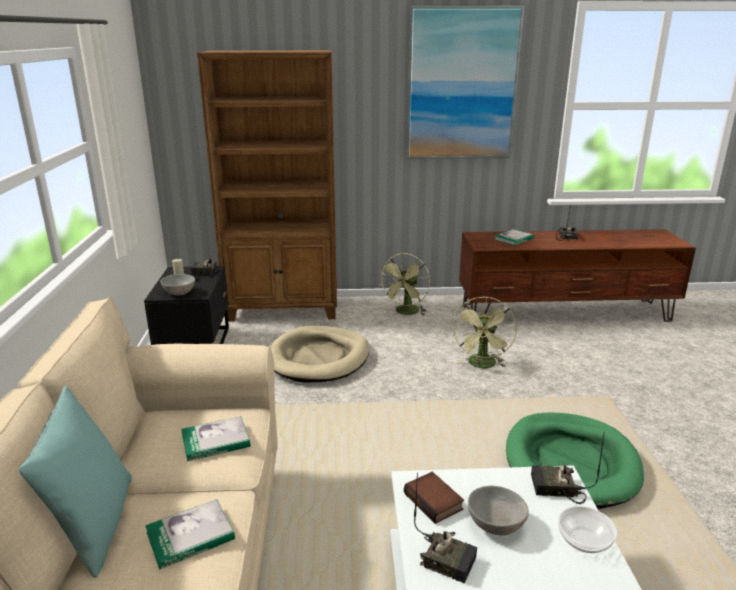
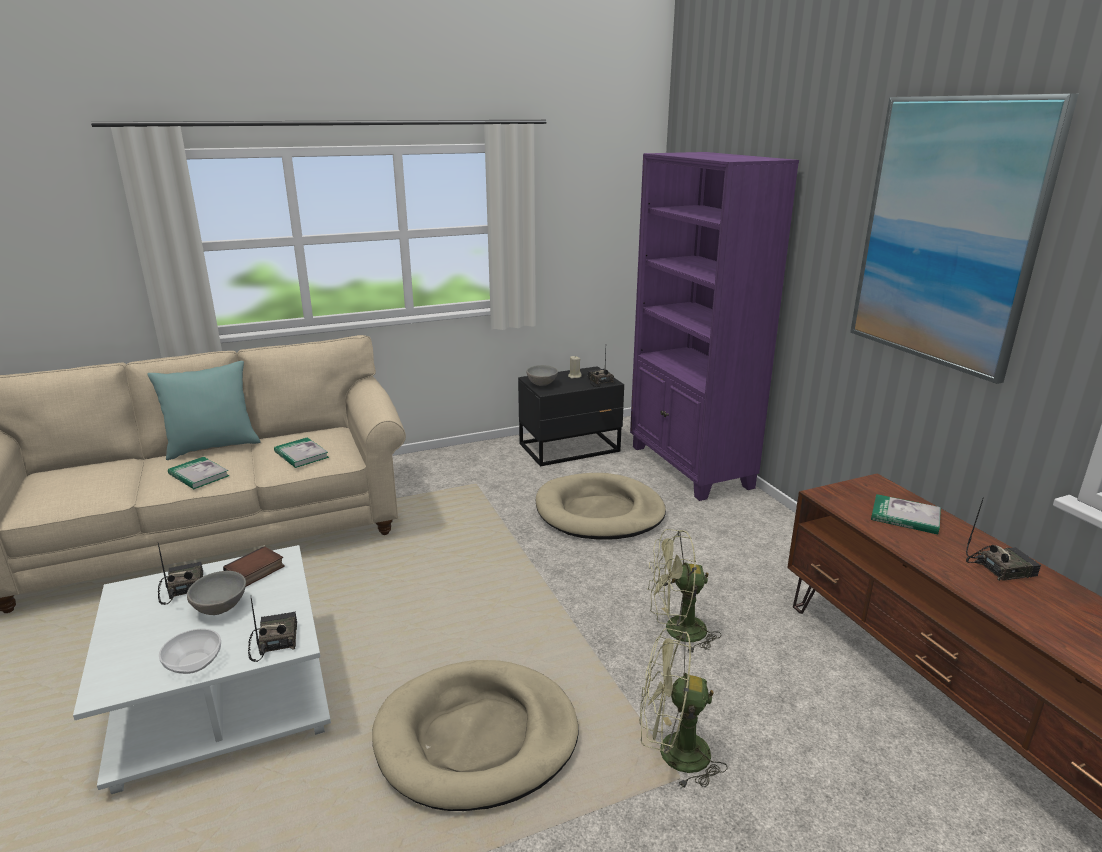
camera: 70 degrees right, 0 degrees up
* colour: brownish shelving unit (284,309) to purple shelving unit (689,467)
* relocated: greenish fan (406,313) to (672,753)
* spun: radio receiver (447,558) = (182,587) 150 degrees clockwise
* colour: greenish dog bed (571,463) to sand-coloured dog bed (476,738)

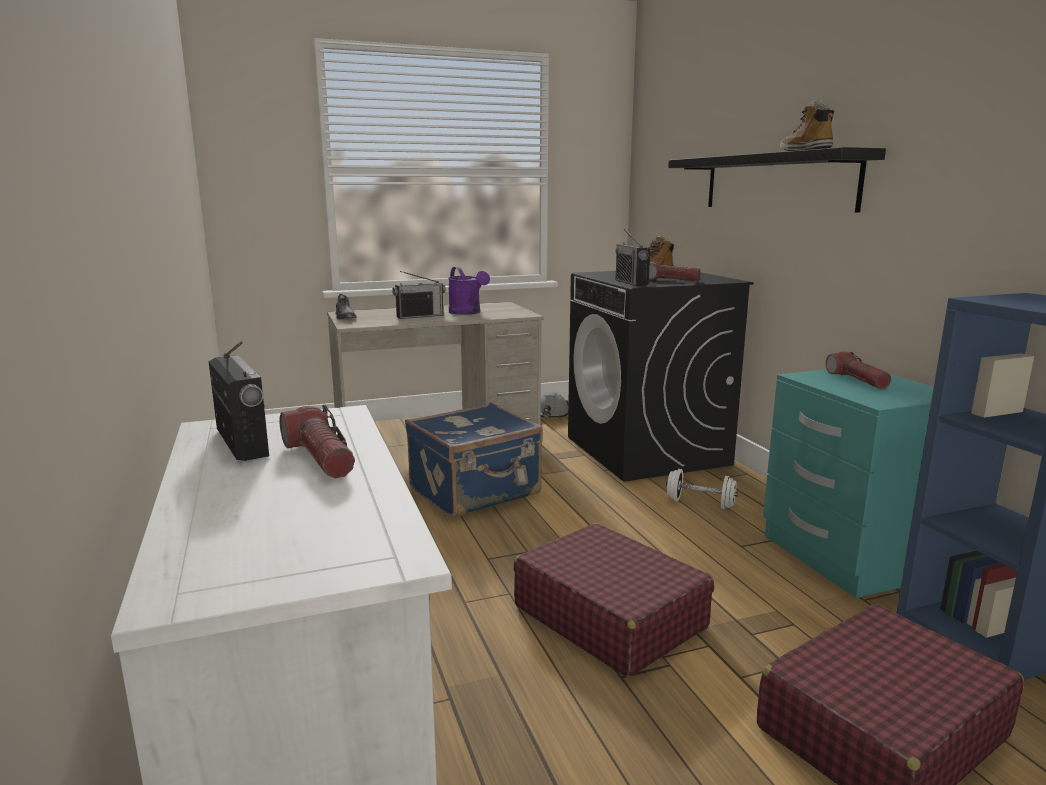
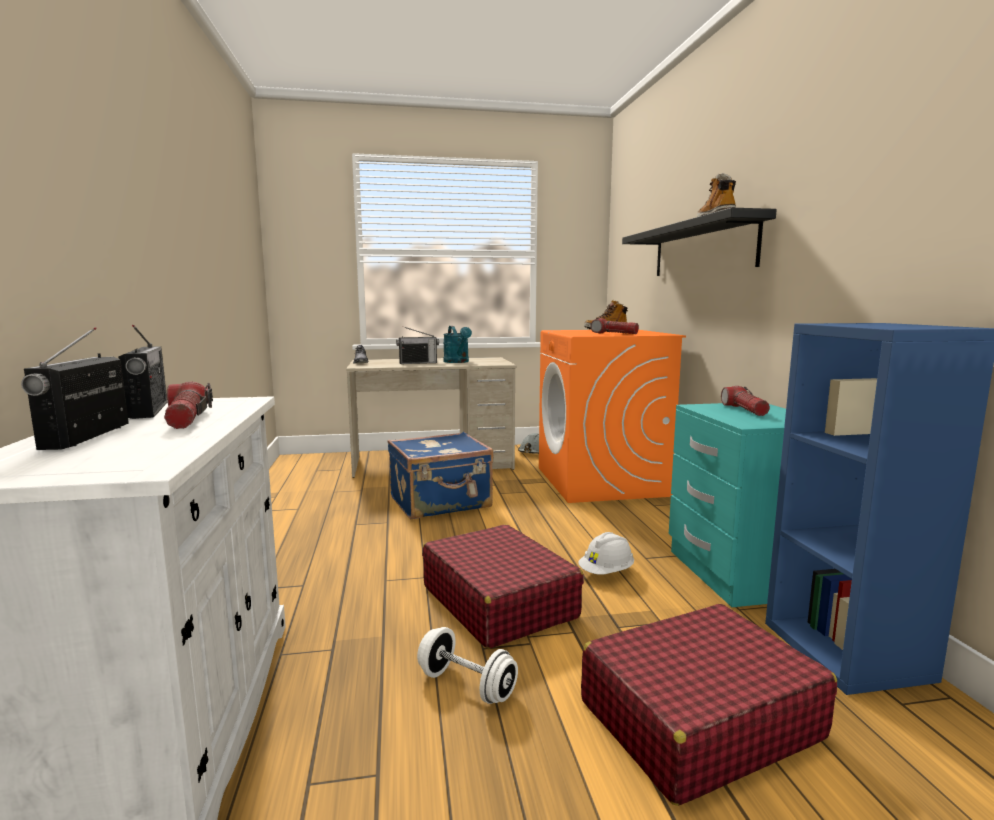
camera: 10 degrees right, 5 degrees down
* colour: purple watering pot (467,313) to turquoise watering pot (458,362)
* colour: black-coloured laundry appliance (647,451) to orange laundry appliance (601,482)
* relocated: radio receiver (631,282) to (86,436)
* relocated: whitish hand weight (700,503) to (466,685)
* appeared: whitish work helmet (606,573)

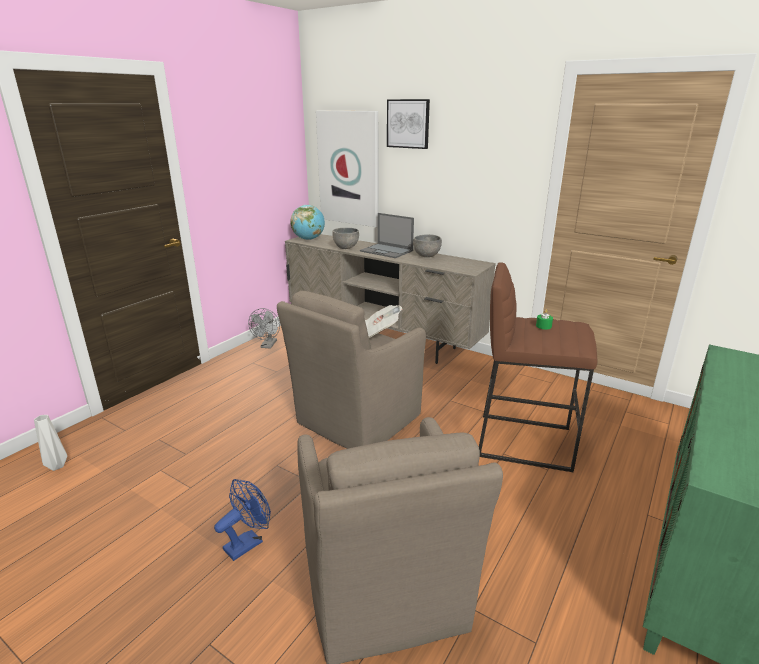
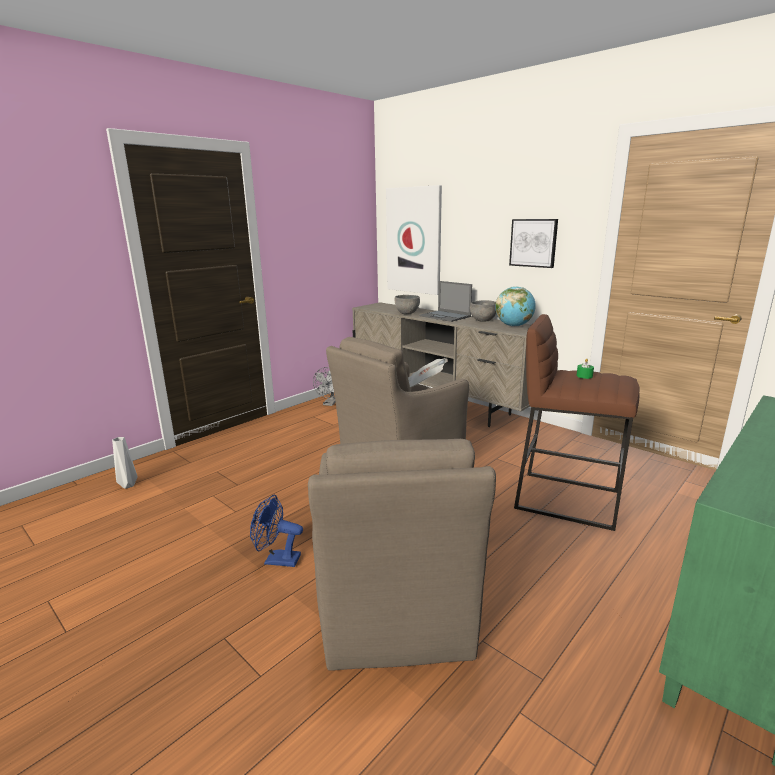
camera: 10 degrees right, 5 degrees down
* spun: blue fan (248,542) = (277,560) 135 degrees counterclockwise
* relocated: world globe (308,239) to (514,326)
* relocated: wall picture (408,124) to (533,243)

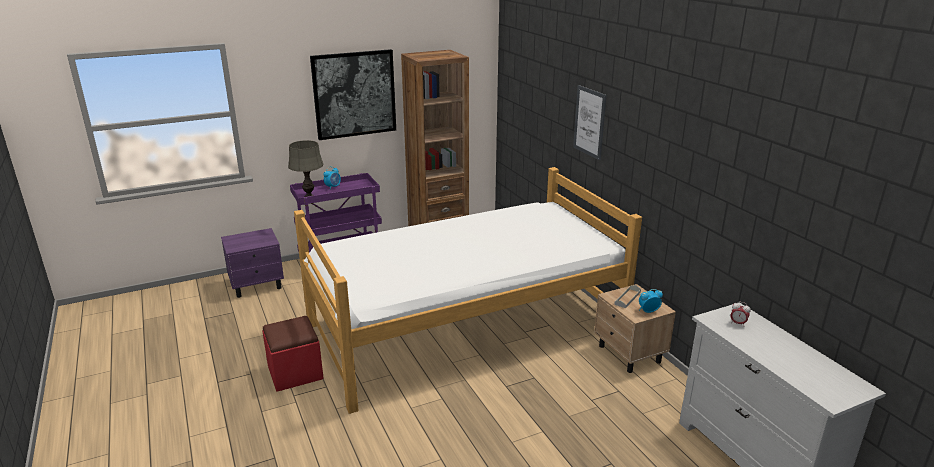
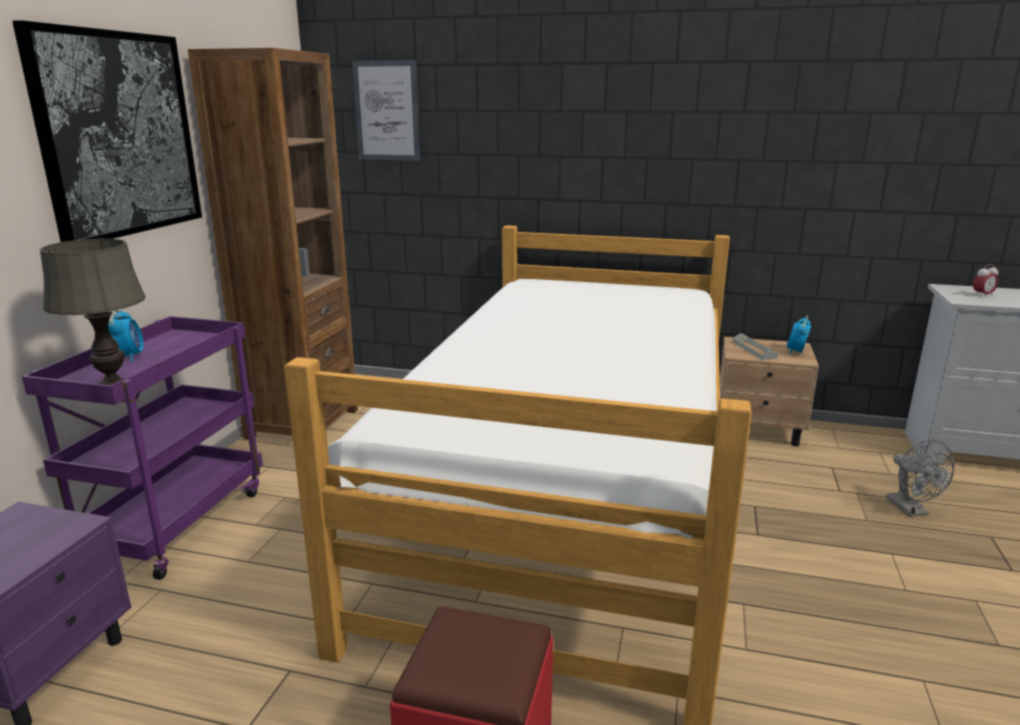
camera: 50 degrees left, 5 degrees down
* relocated: wall picture (589,122) to (387,111)
* appeared: greyish fan (911,510)

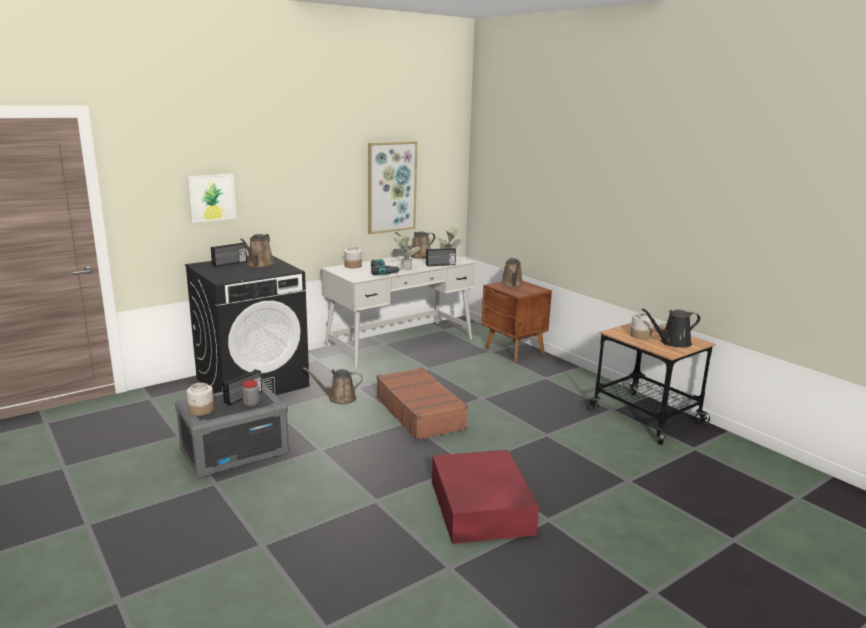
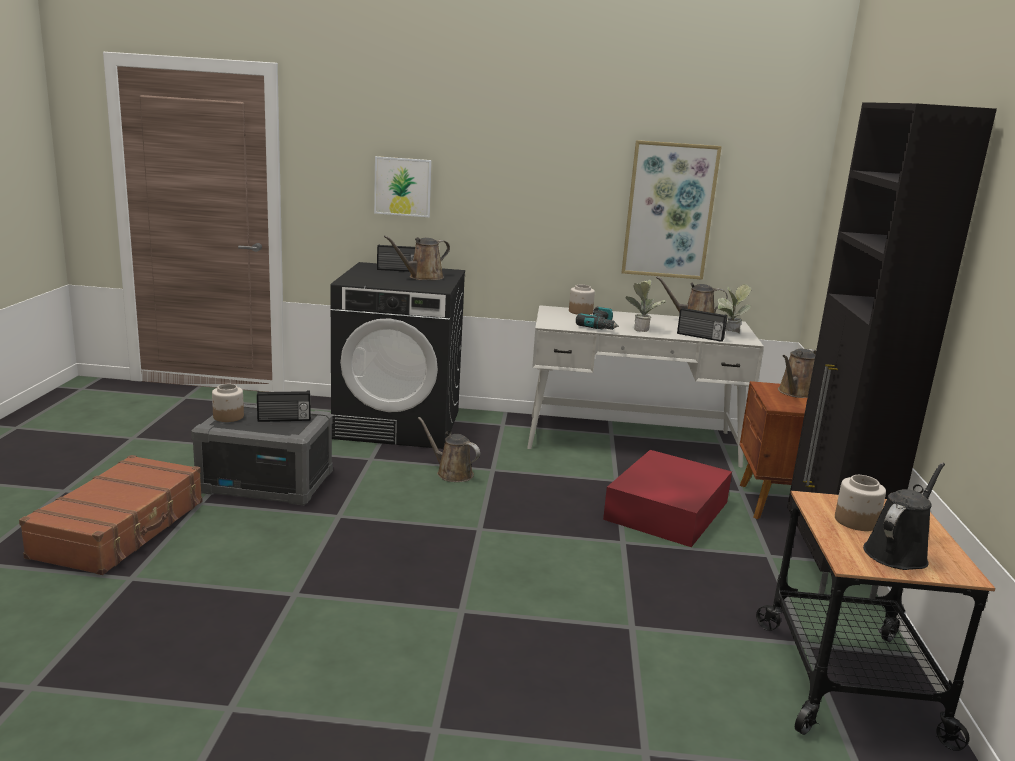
camera: 40 degrees right, 0 degrees up
* missing: preserve jar (251,404)
* relocated: brownish travel case (420,413) to (121,529)
* relocated: red storage box (480,508) to (665,511)
* spun: black-coloured watering pot (672,342) = (898,552) 105 degrees clockwise
* appeared: black-coloured cabinet (827,567)

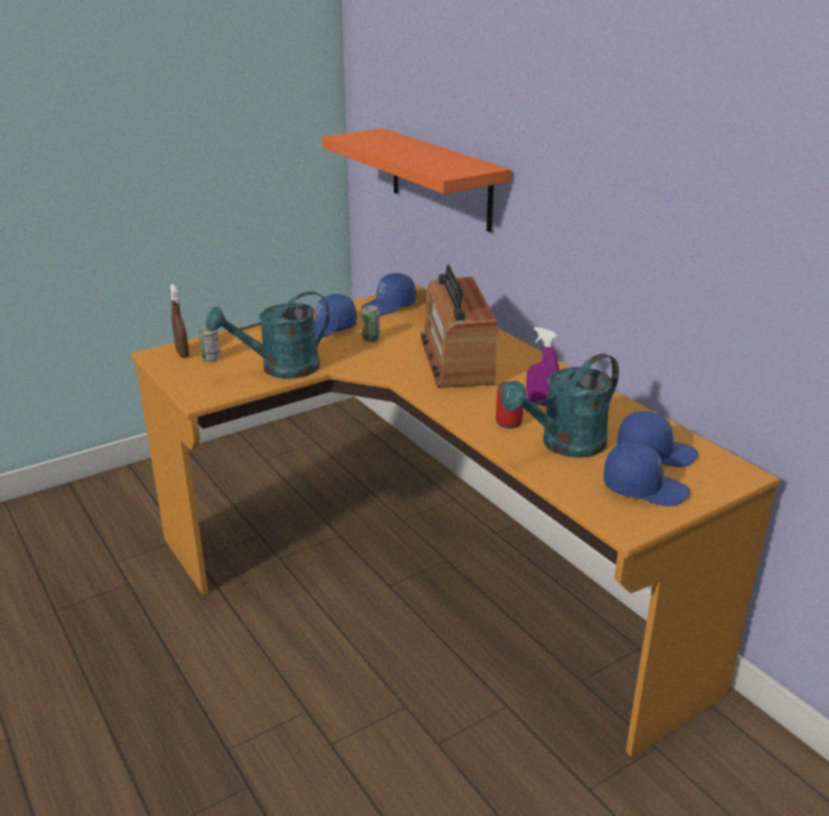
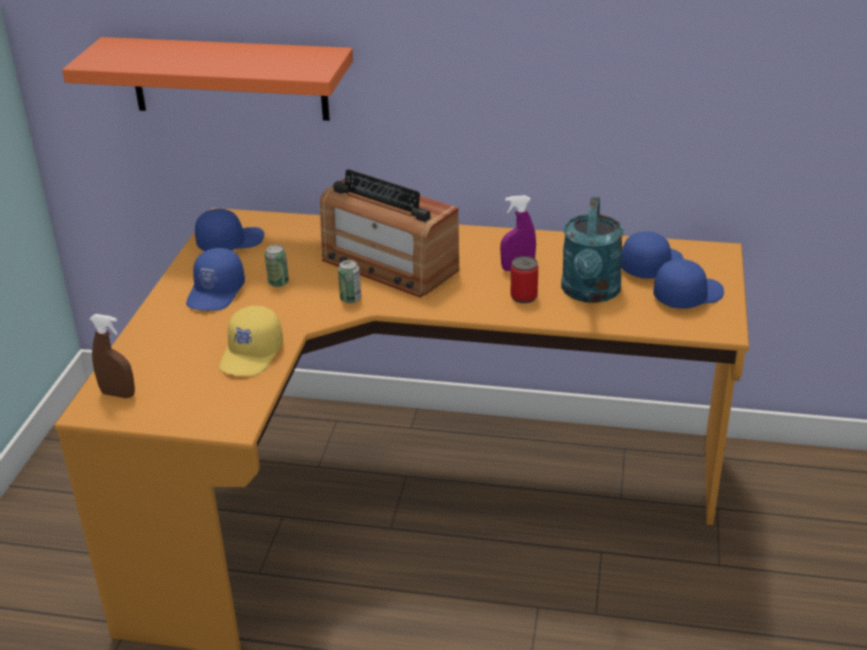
camera: 45 degrees left, 5 degrees up
* relocated: sealed can (211,358) to (350,299)
* exchanged: turquoise watering pot (280,369) to yellowish cap (252,355)
* spun: blue cap (389,306) = (230,242) 135 degrees counterclockwise

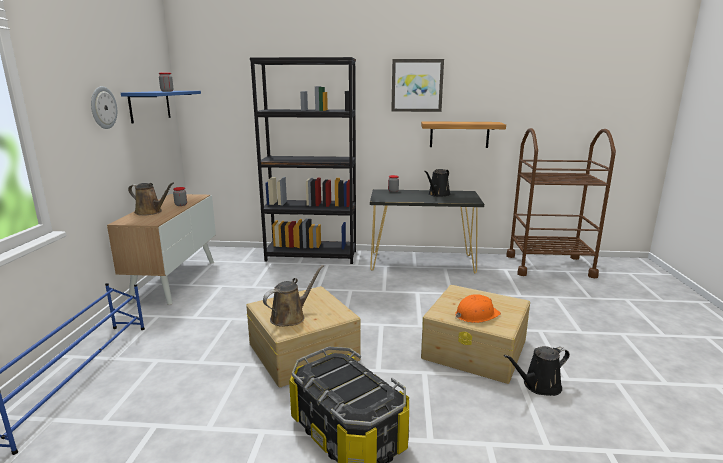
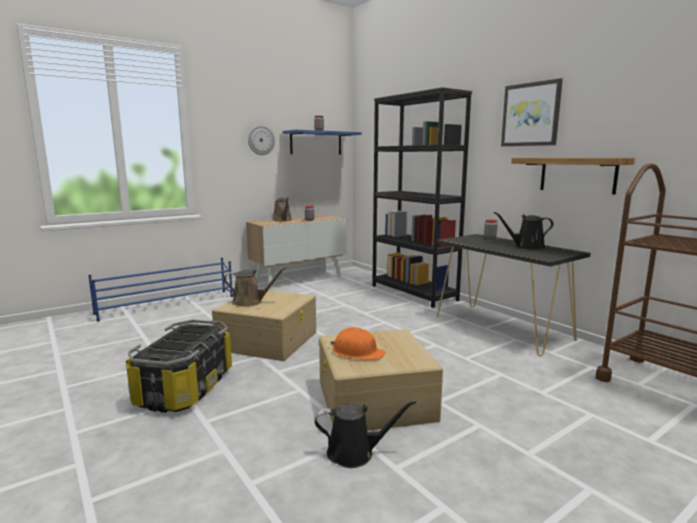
camera: 50 degrees right, 5 degrees down
* spun: black-coloured watering pot (539,386) = (355,453) 150 degrees clockwise

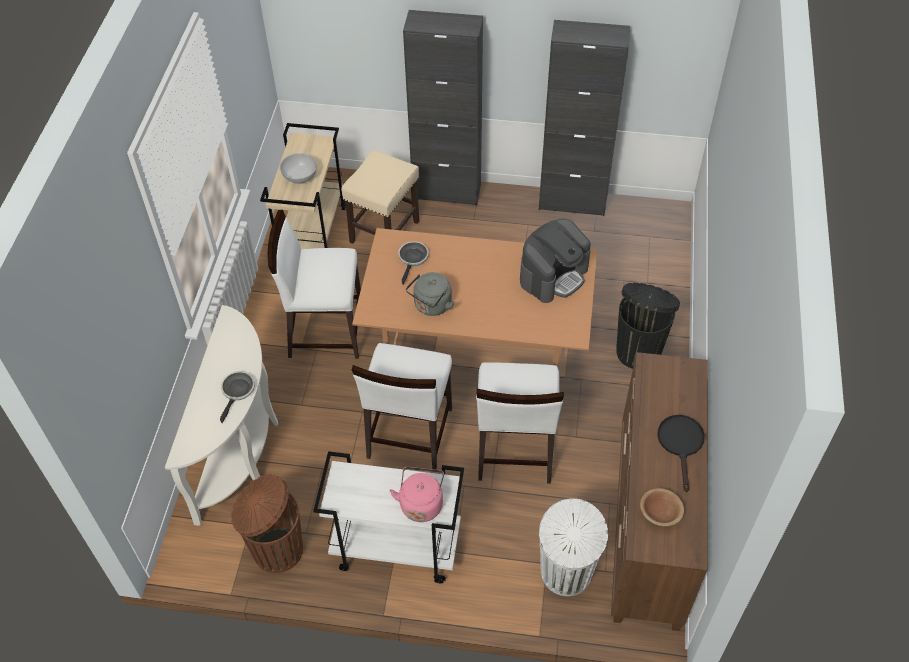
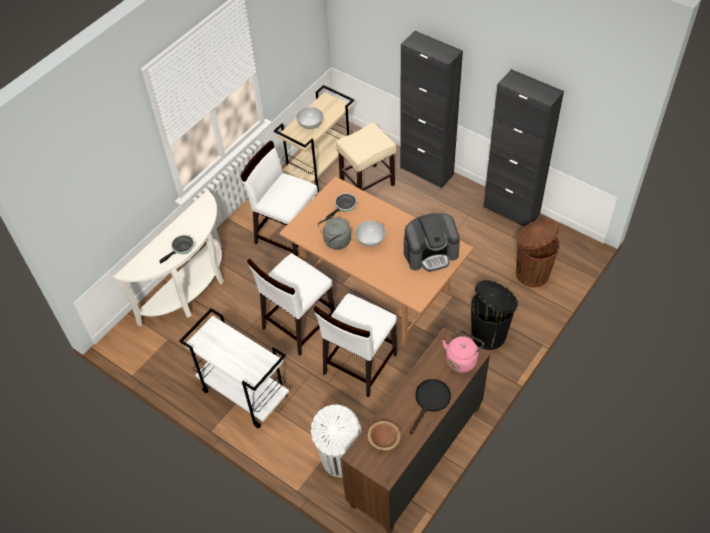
camera: 30 degrees right, 0 degrees up
* relocated: brownish trash can (276,549) to (531,273)
* relocated: pinkish tea kettle (421,503) to (462,359)
* appeared: whitish serving bowl (370,240)

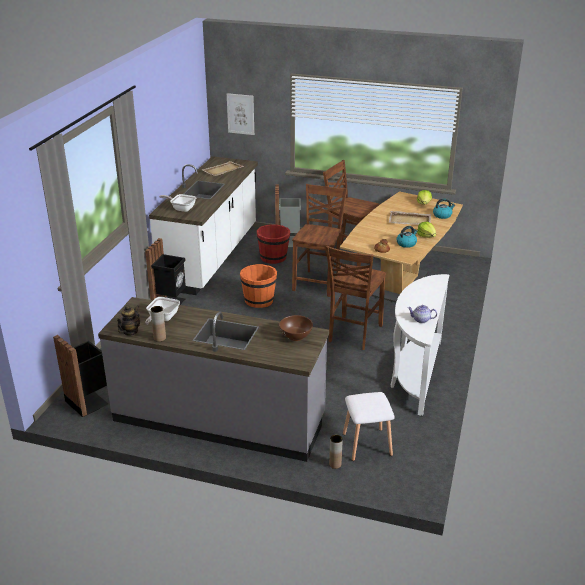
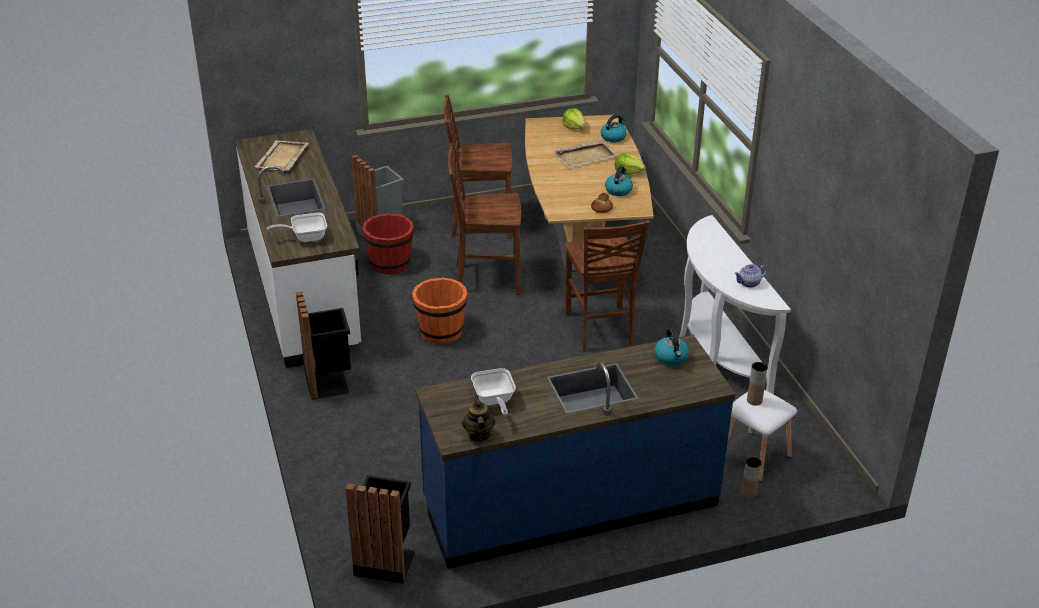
camera: 35 degrees left, 5 degrees up
* colour: greyish kitchen base unit (219,419) to blue kitchen base unit (570,504)
* relocated: brownish decorative vase (159,338) to (754,400)
* missing: wall picture (240,114)
* exchanged: brownish serving bowl (296,336) to tea kettle (671,358)
* spun: brownish chair (318,283) = (486,278) 75 degrees counterclockwise

